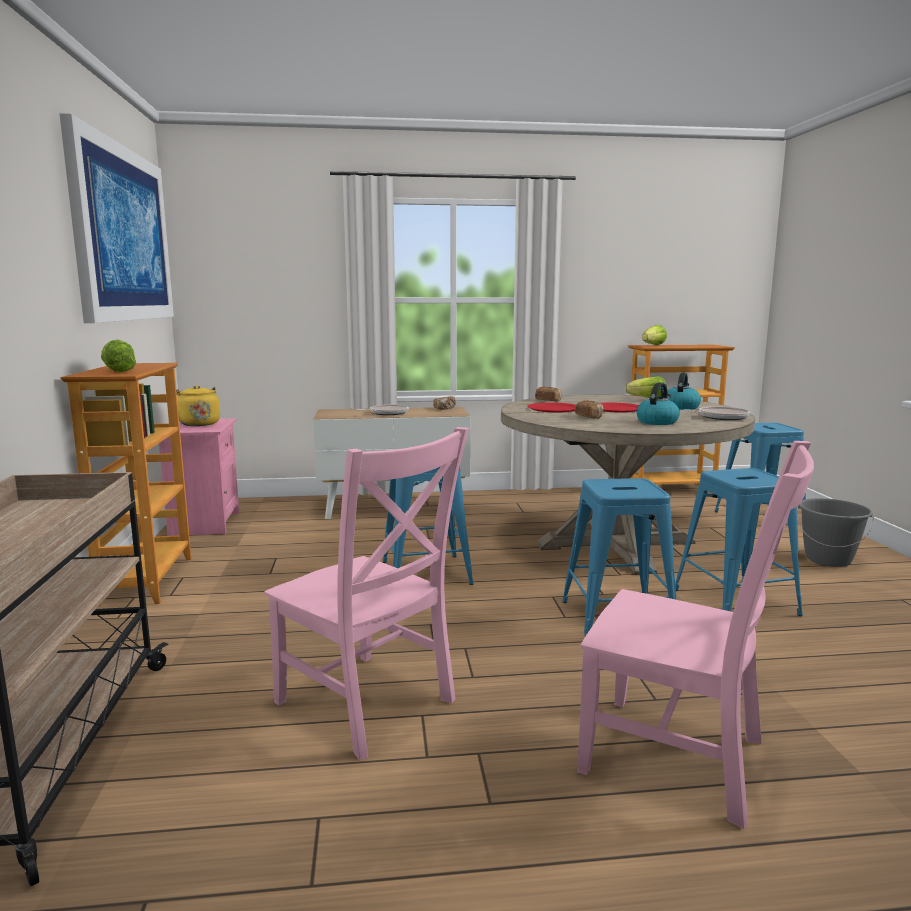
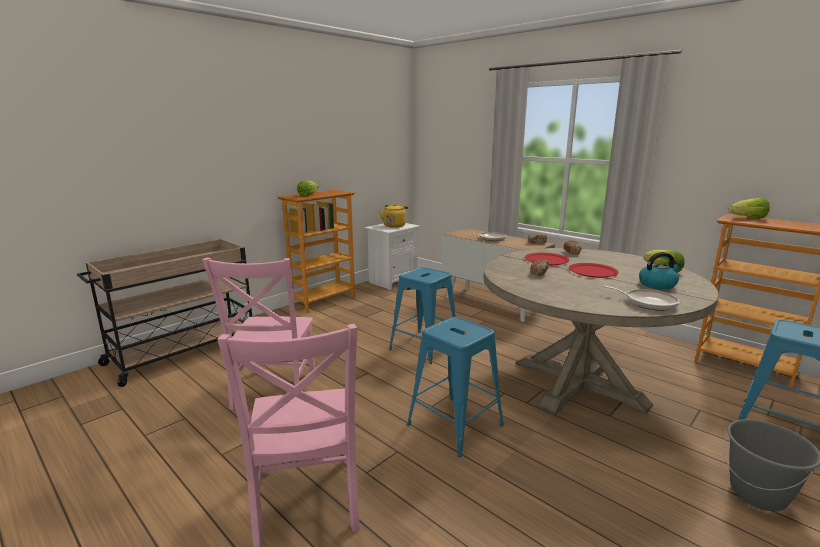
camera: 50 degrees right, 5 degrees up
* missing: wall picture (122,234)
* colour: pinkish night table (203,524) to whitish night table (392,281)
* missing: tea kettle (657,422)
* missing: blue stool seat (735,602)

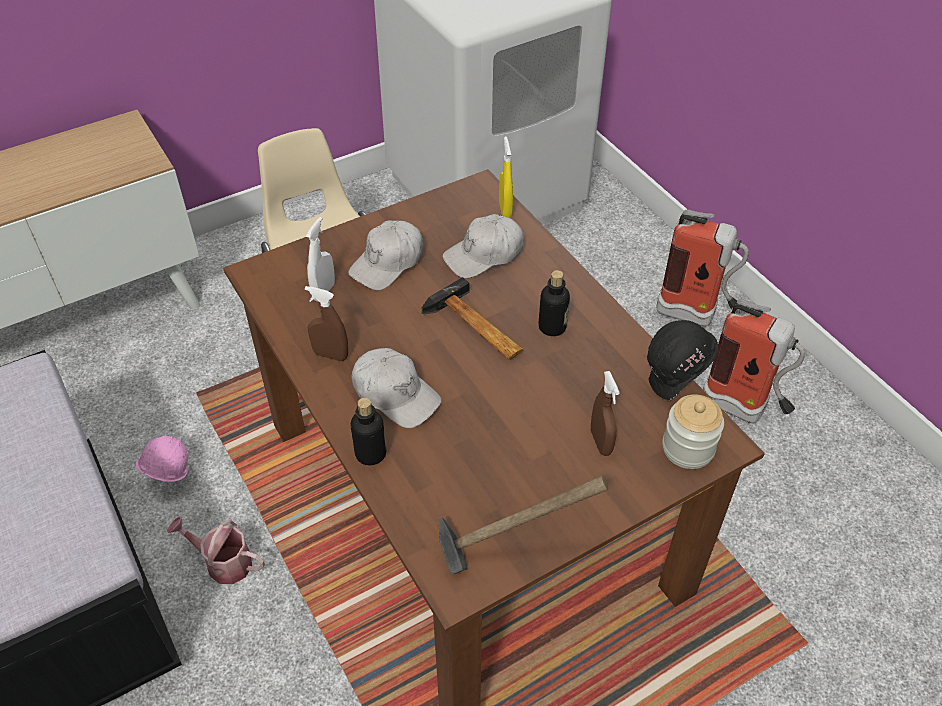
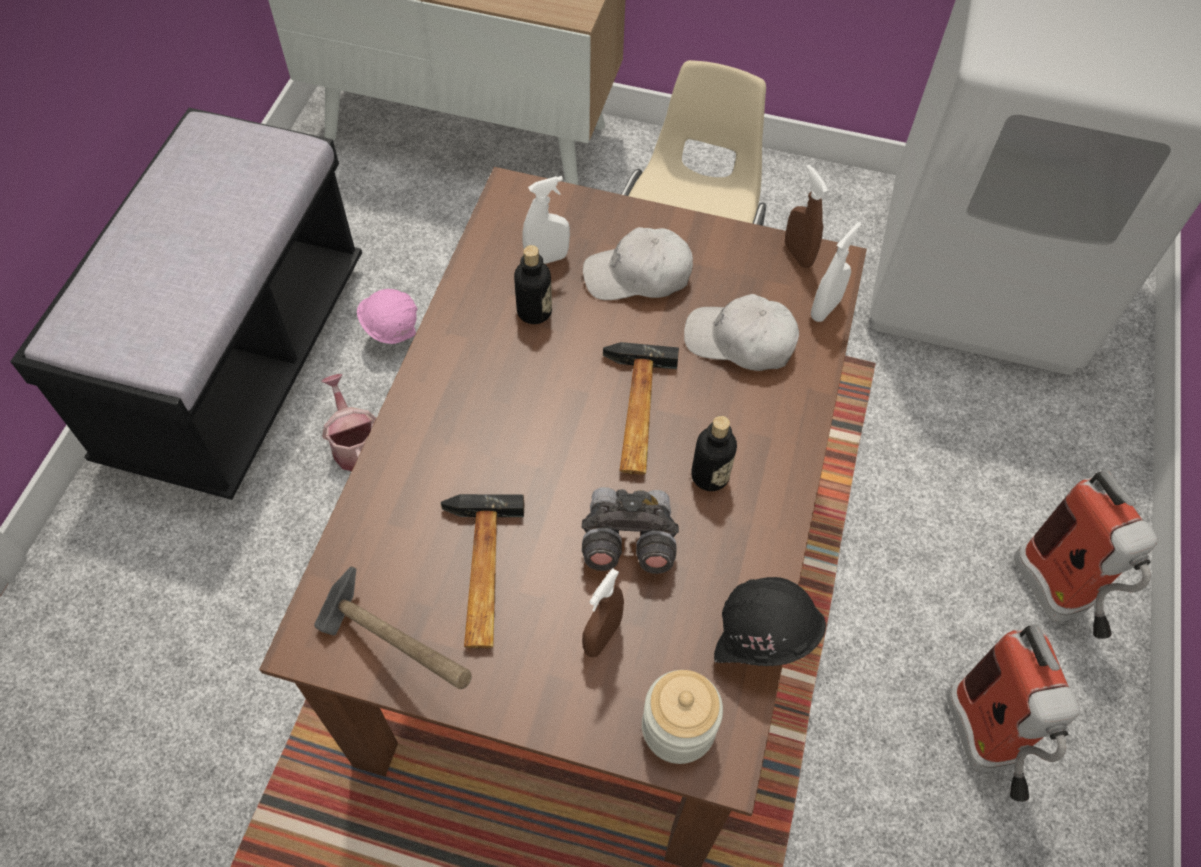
camera: 45 degrees right, 10 degrees up
* relocated: brownish spray bottle (330,355) to (798,254)
* missing: whitish cap (395,394)
* relocated: drink bottle (370,453) to (534,311)
* colour: yellowish spray bottle (505,210) to whitish spray bottle (825,309)
* appeared: hammer (479,574)
* appeared: greyish pair of binoculars (627,541)

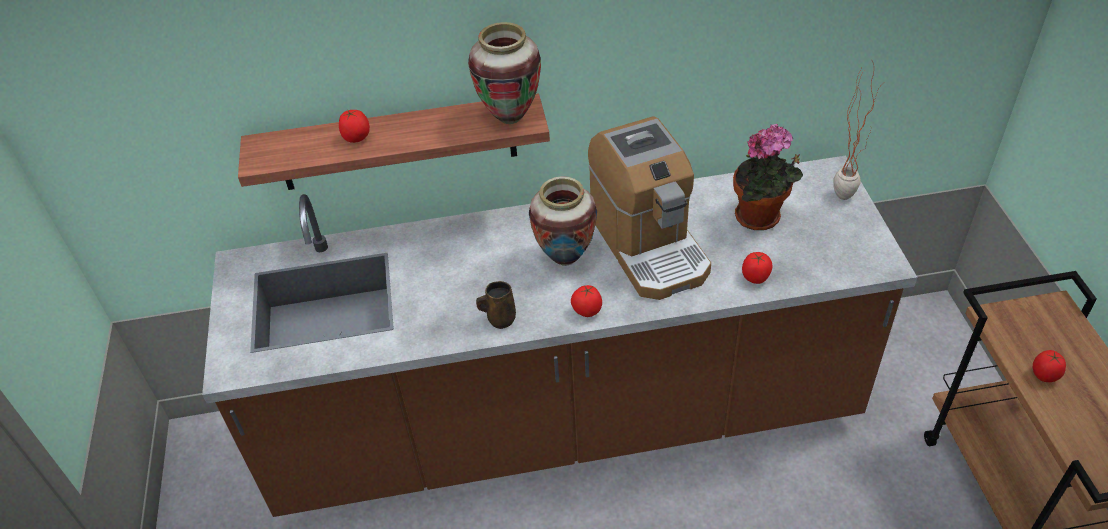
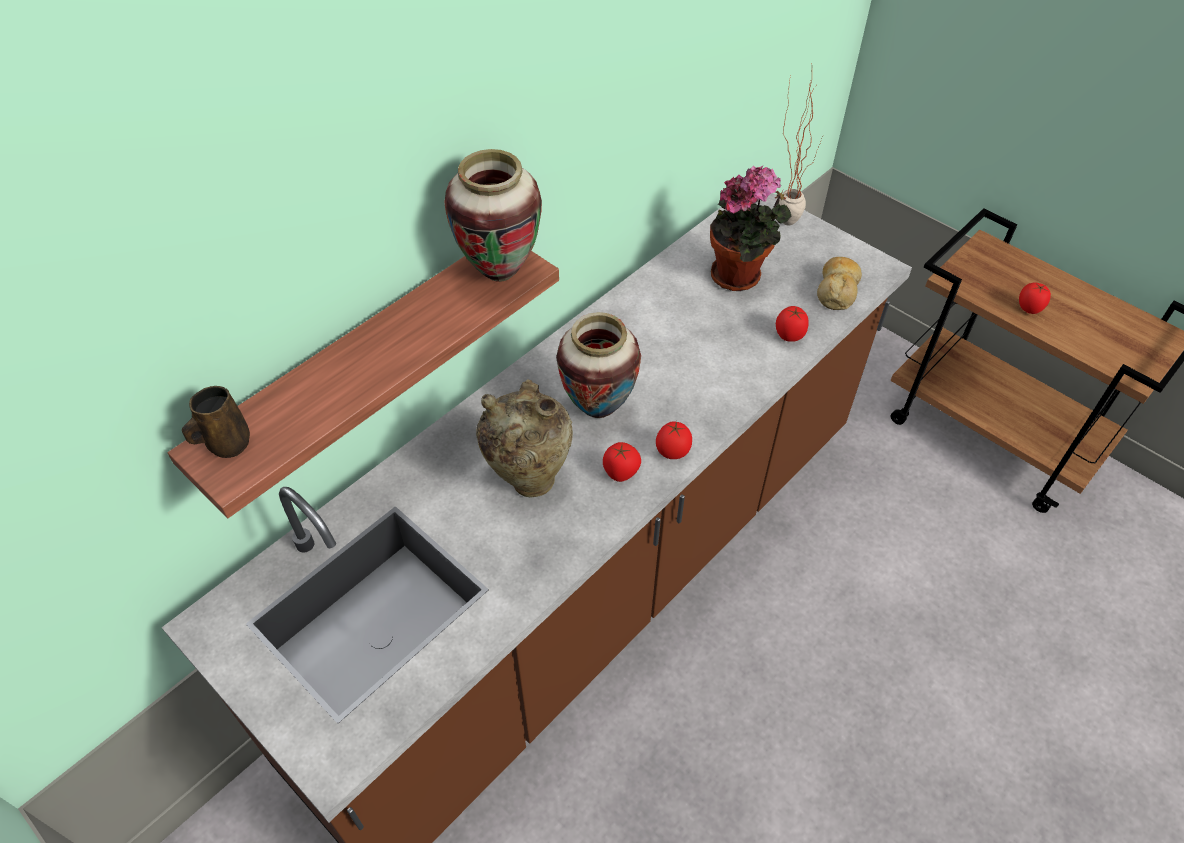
camera: 40 degrees left, 5 degrees up
* relocated: tomato (357,138) to (621,473)
* relocated: brownish coffee mug (499,319) to (227,444)
* missing: coffee machine (649,245)
* appeared: sand-coloured decorative vase (528,477)
* appeared: bread (837,289)

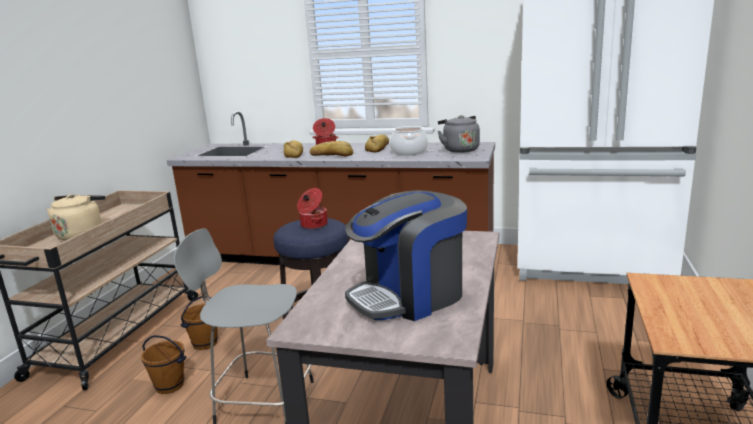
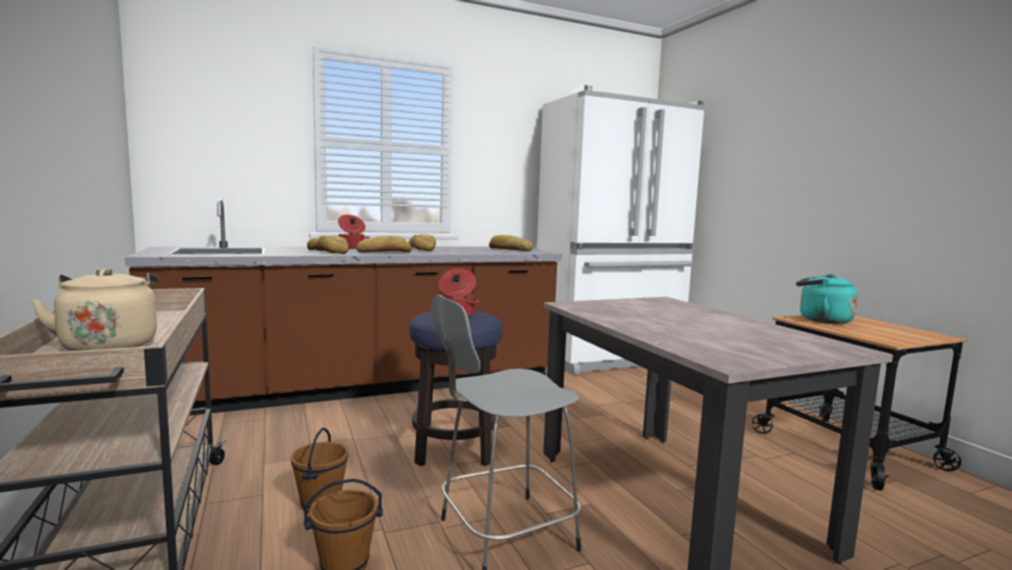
camera: 40 degrees left, 10 degrees down
* missing: coffee machine (409,296)
* missing: saucepot (409,152)
* exchanged: greyish tea kettle (459,149) to bread (510,249)
* appeared: turquoise tea kettle (821,320)

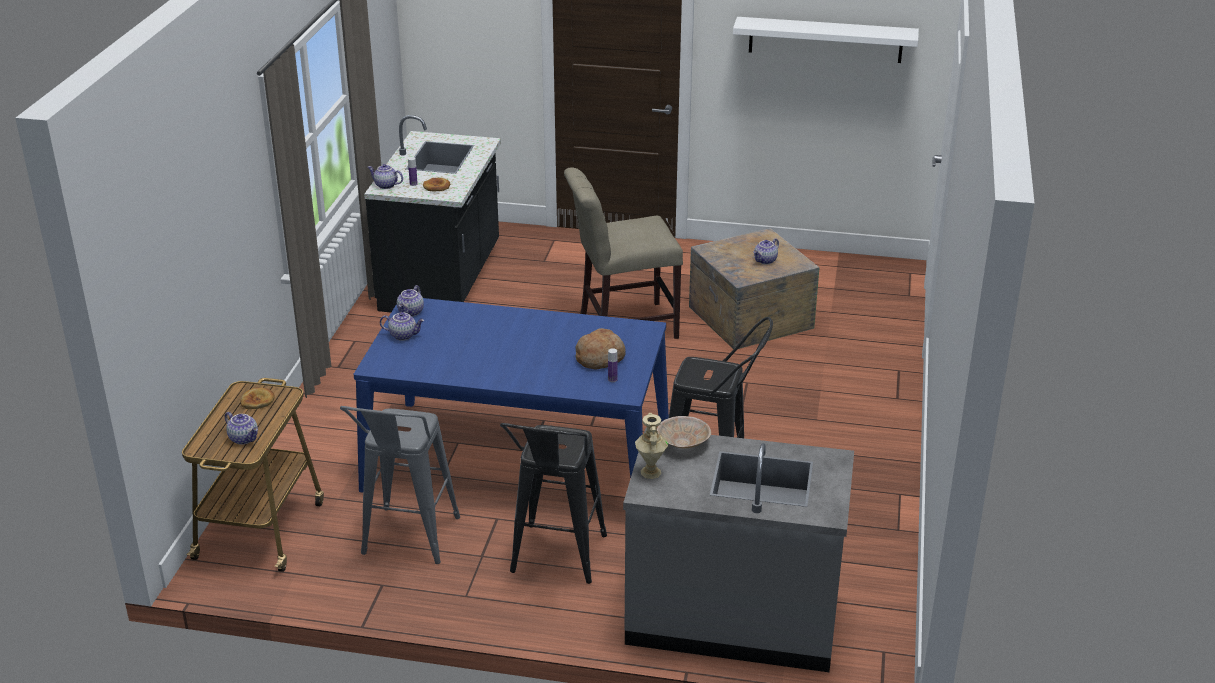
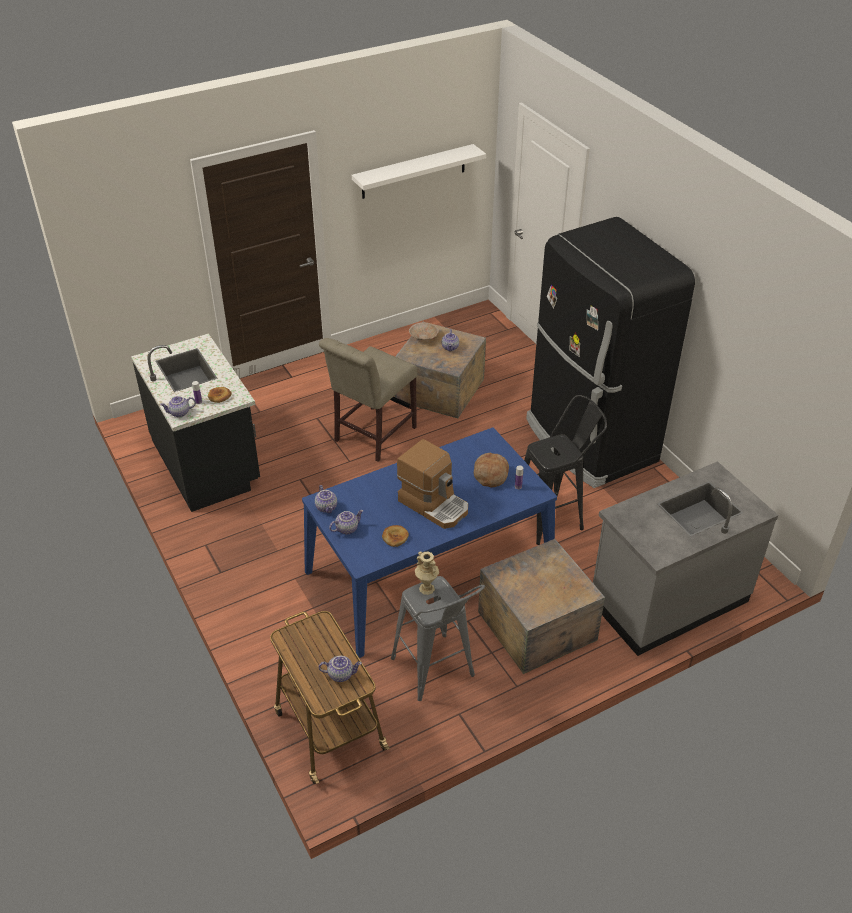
camera: 40 degrees left, 10 degrees up
* relocated: bread (257,401) to (395,537)
* exchanged: black-coloured stool seat (555,561) to packing crate (536,627)
* relocated: sand-coloured decorative vase (650,472) to (426,588)
* relocated: sand-coloured serving bowl (683,443) to (423,337)
* appeared: coffee machine (434,504)
* appeared: black-coloured refrigerator (589,442)

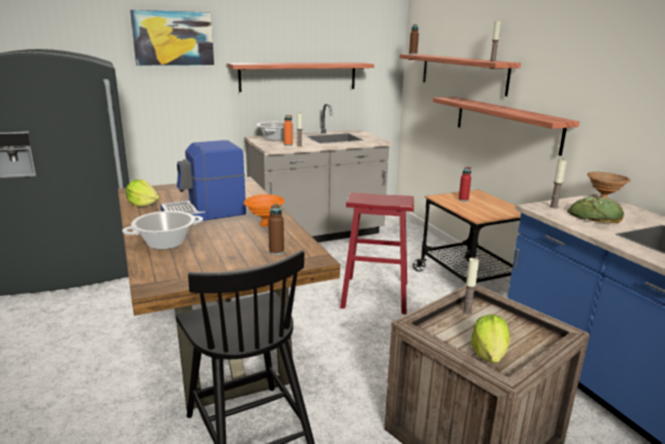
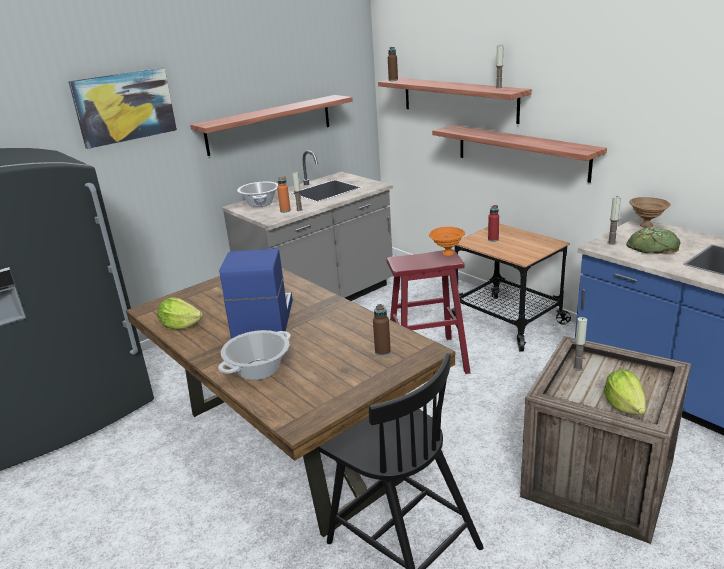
camera: 15 degrees left, 5 degrees up
* spun: coffee machine (205,213) = (262,321) 135 degrees clockwise
* relocated: orange serving bowl (264,224) to (447,254)

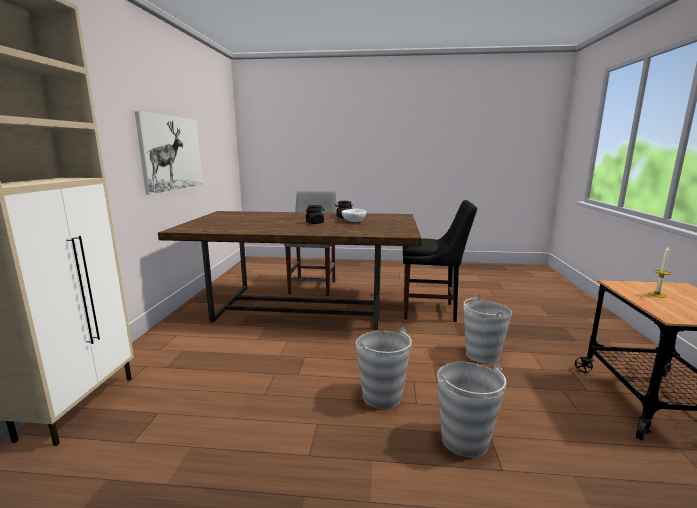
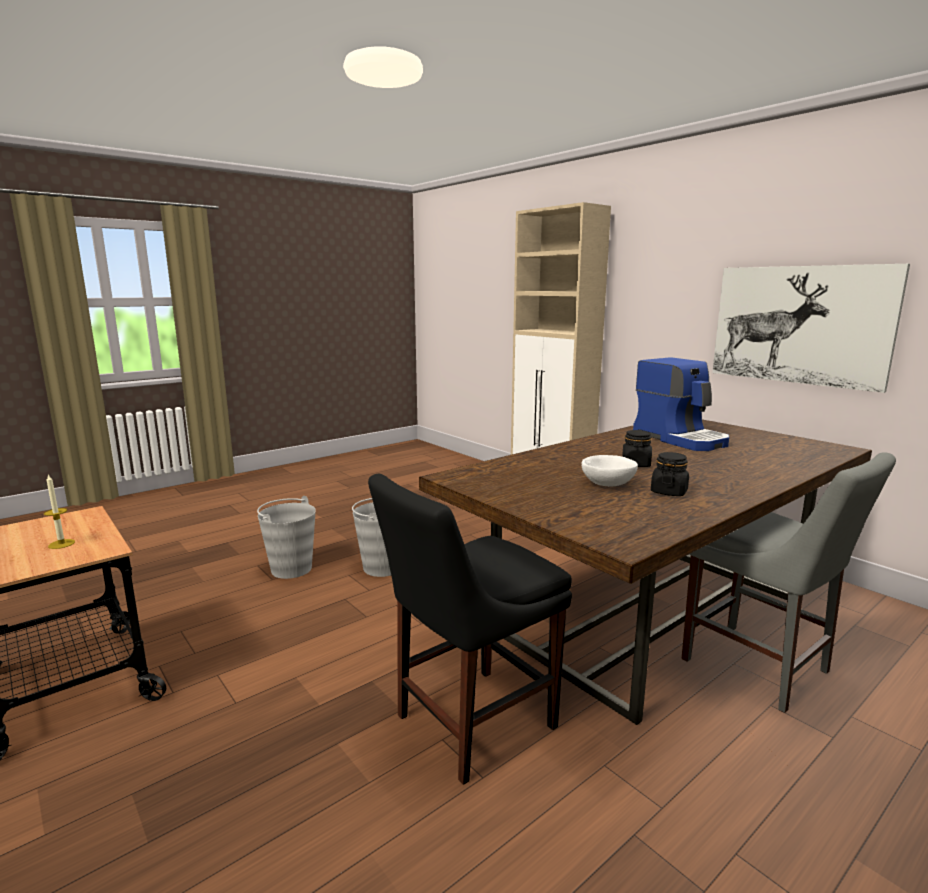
camera: 135 degrees right, 0 degrees up
* missing: greyish bucket (482,355)
* appeared: coffee machine (680,439)

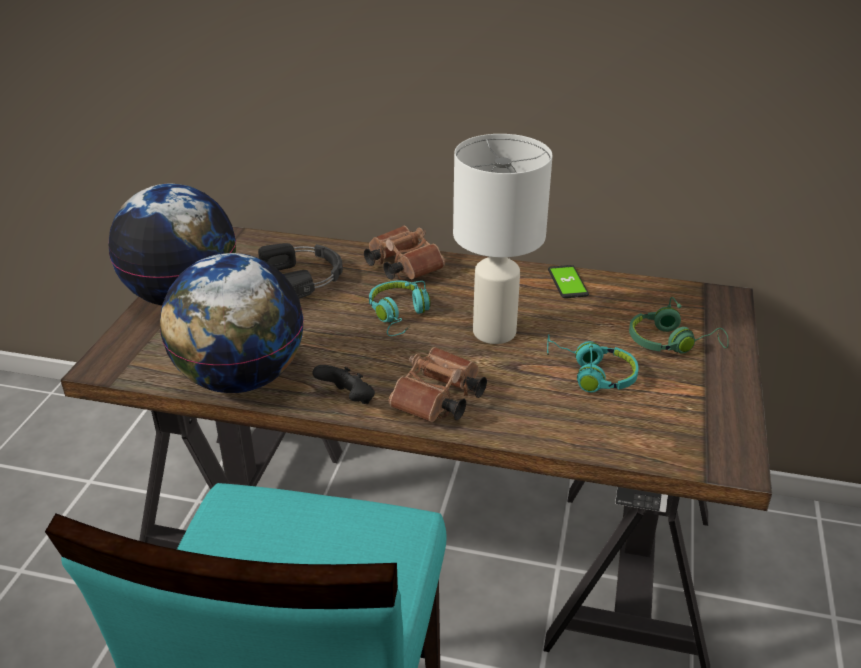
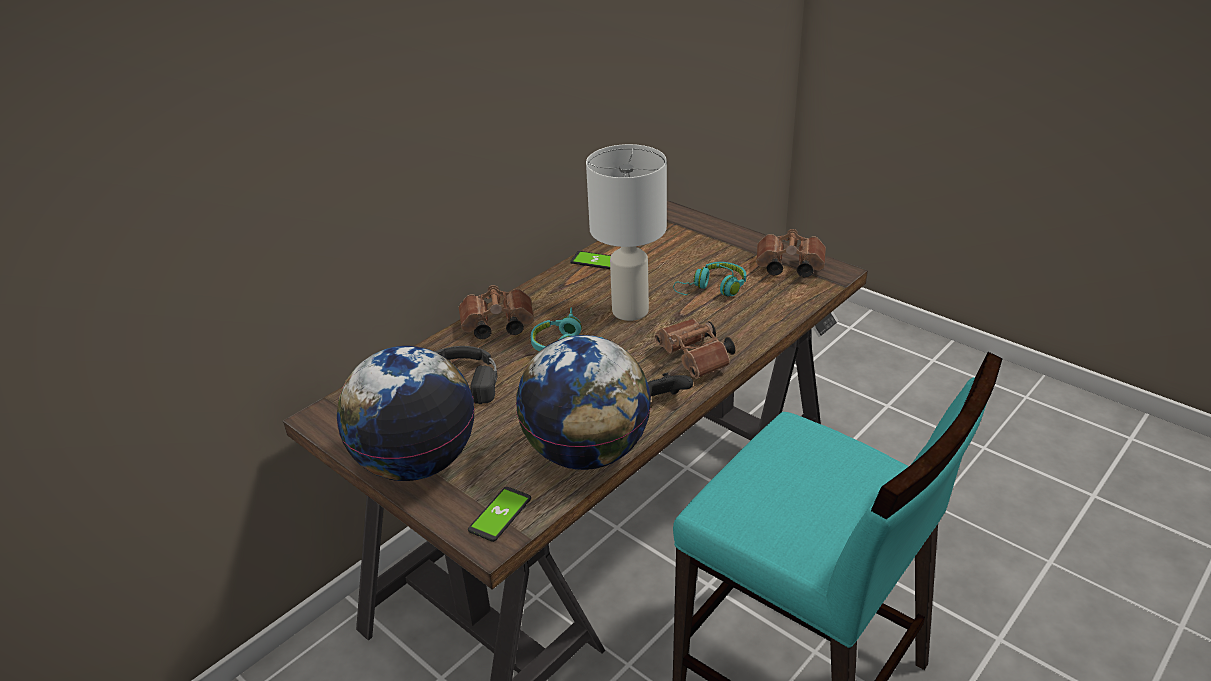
camera: 60 degrees left, 0 degrees up
* missing: greenish pair of headphones (672,342)
* appeared: phone (500,515)
* appeared: brownish pair of binoculars (787,267)

